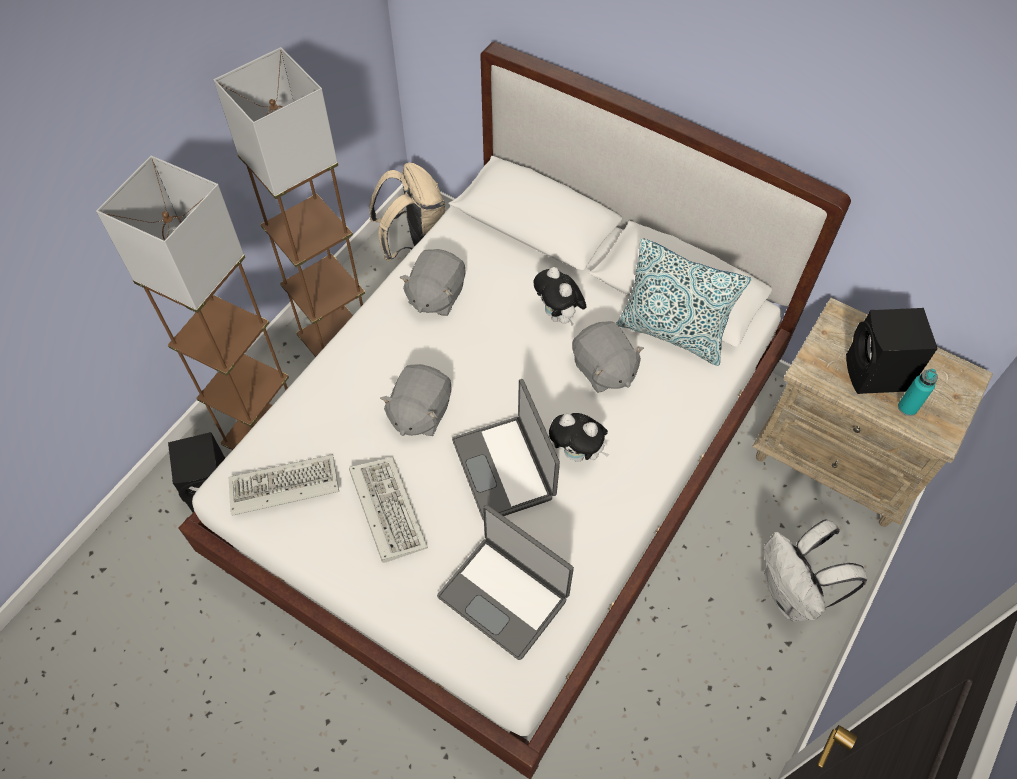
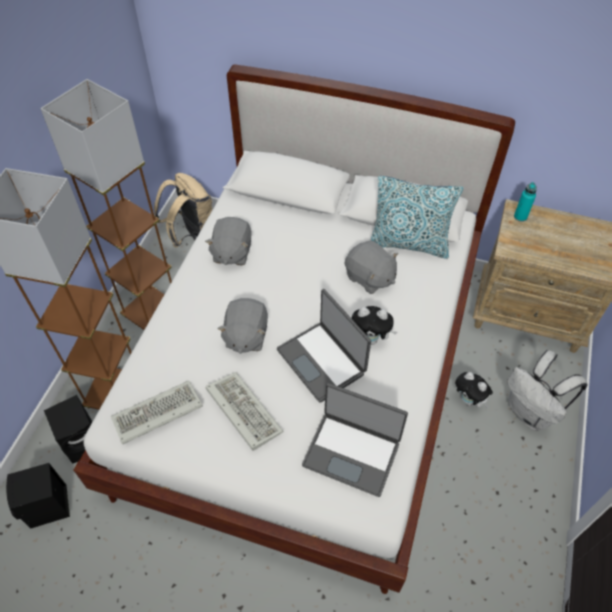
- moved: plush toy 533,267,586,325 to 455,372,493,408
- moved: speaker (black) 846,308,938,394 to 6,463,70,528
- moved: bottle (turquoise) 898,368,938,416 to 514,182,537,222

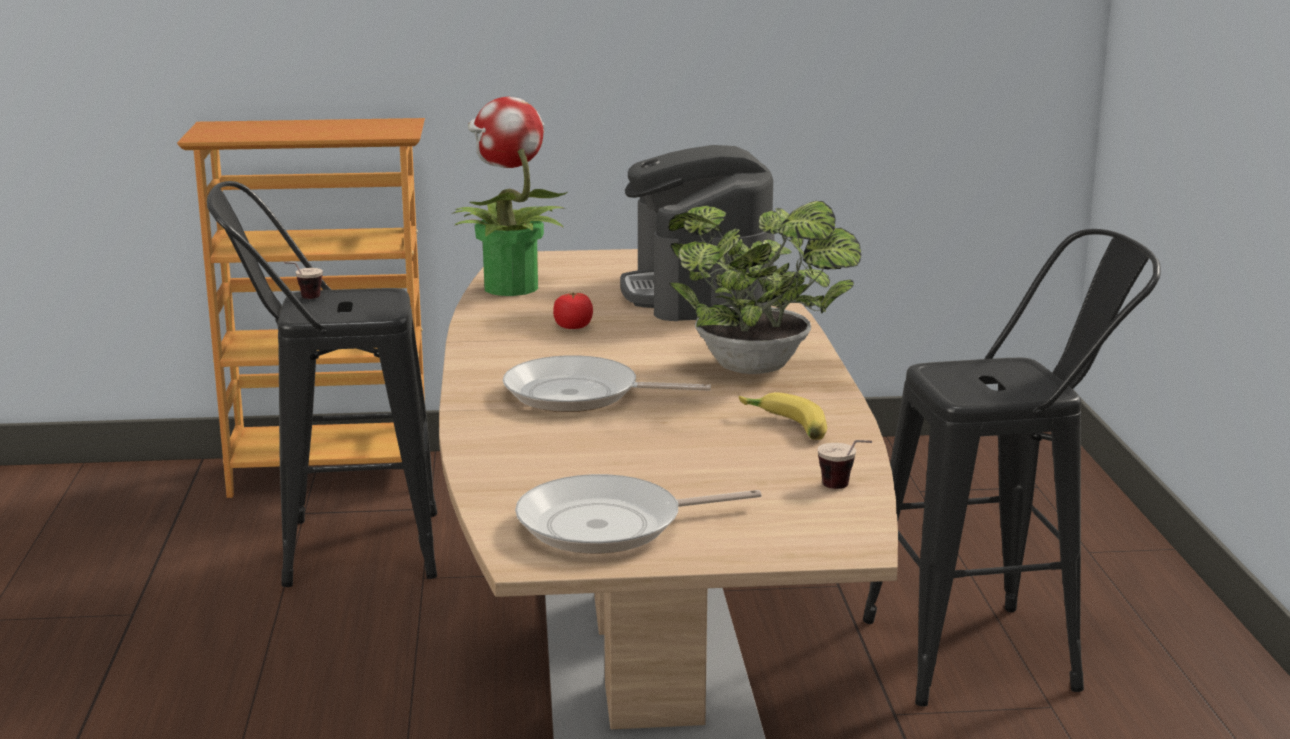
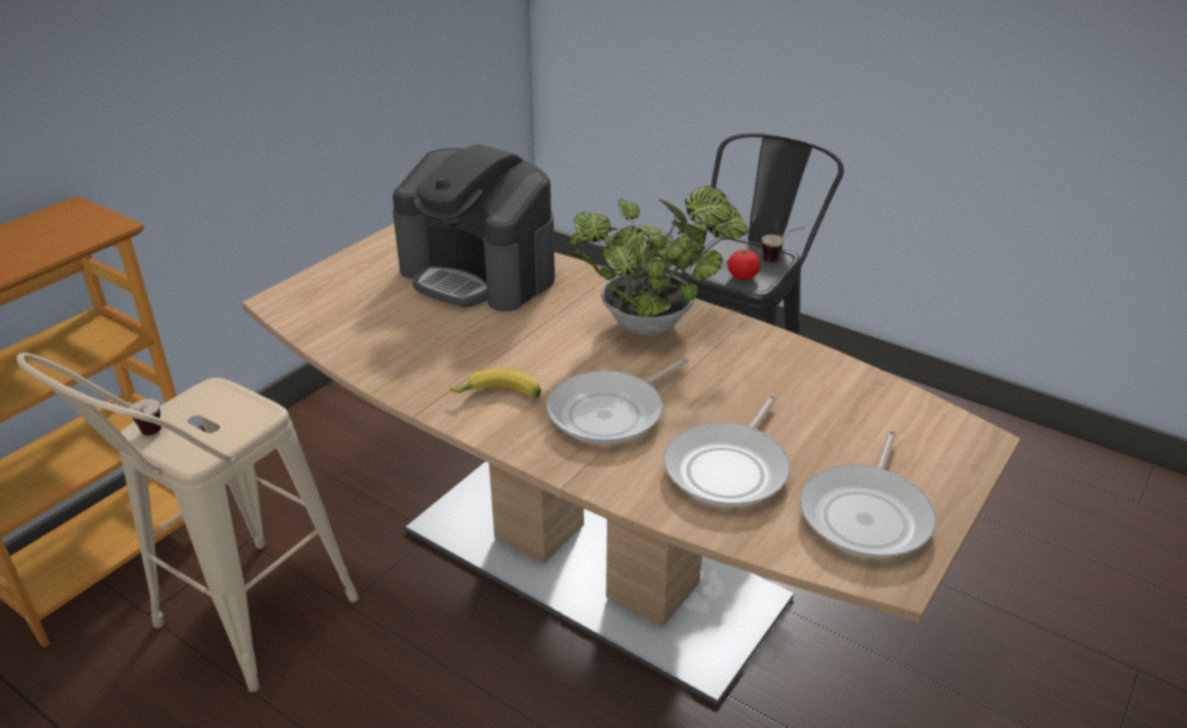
- removed: potted plant 452,96,567,296
- added: frying pan 664,394,790,507
- moved: tomato 553,293,593,329 to 728,250,760,280
- moved: banana 739,392,827,440 to 450,368,541,398
- moved: cup 818,440,872,489 to 762,227,805,262
- recoloured: stool (black) 207,181,437,587 to stool (beige) 16,352,359,692

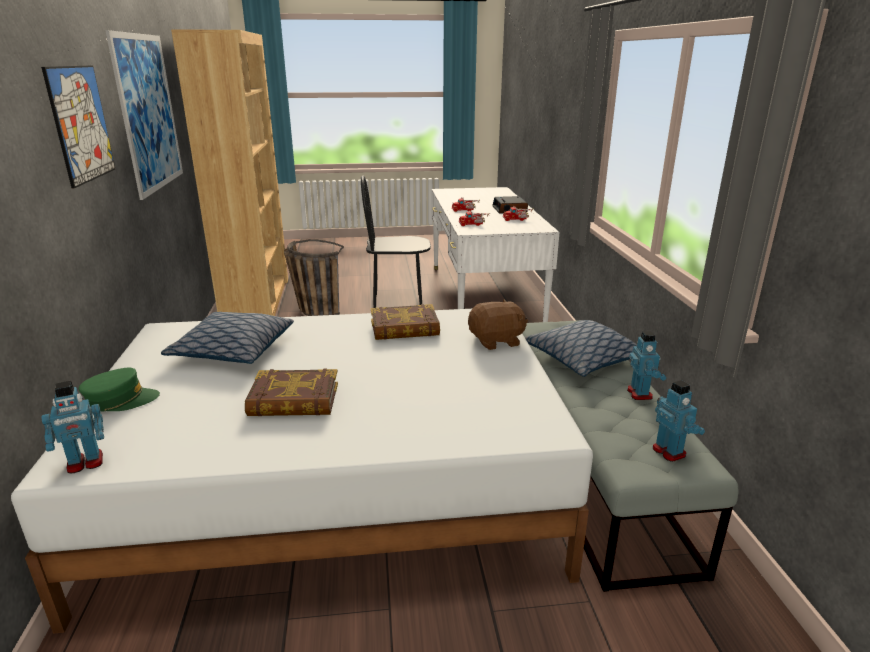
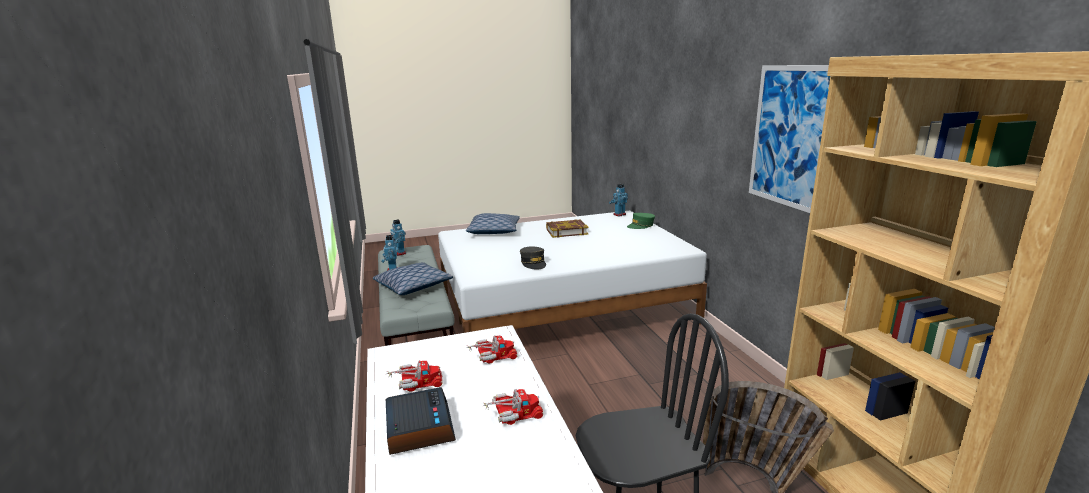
- removed: picture 41,65,115,188
- removed: plush toy (brown) 468,299,528,350
- moved: pillow 161,312,294,364 to 466,213,520,234
- replaced: book 371,304,440,340 to cap (grey) 520,246,546,270

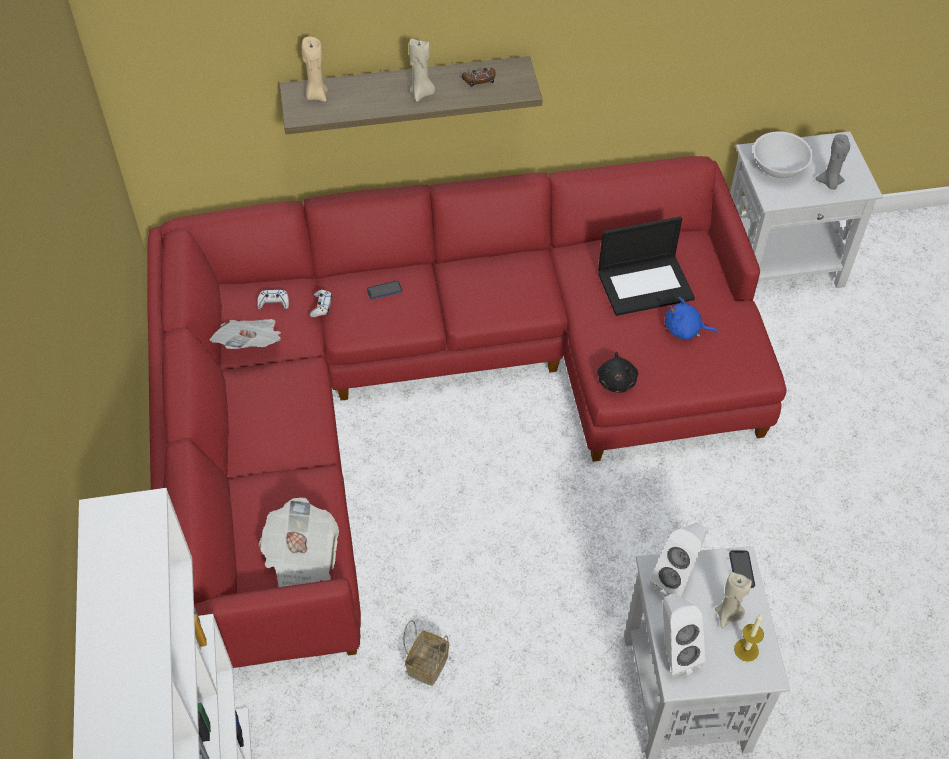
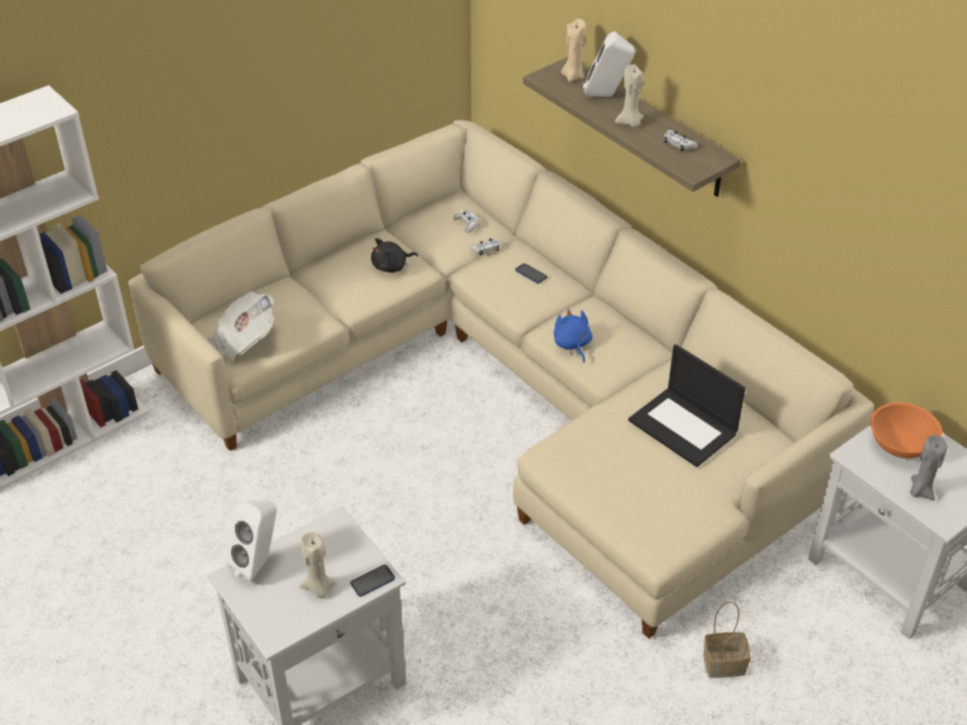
- removed: newspaper 209,319,281,349
- removed: candle 734,615,764,662
- moved: basket 403,620,449,686 to 703,601,751,678
- moved: plush toy (black) 597,352,638,393 to 371,238,418,273
- moved: speaker (white) 650,523,707,597 to 583,32,635,97
- moved: plush toy (blue) 665,297,717,340 to 554,309,592,363
- recoloured: sofa (red) 147,156,787,668 to sofa (beige) 128,120,874,639
- recoloured: game controller (brown) 462,68,495,87 to game controller (white) 664,130,698,152
- recoloured: bowl (white) 753,132,813,178 to bowl (orange) 870,402,942,458

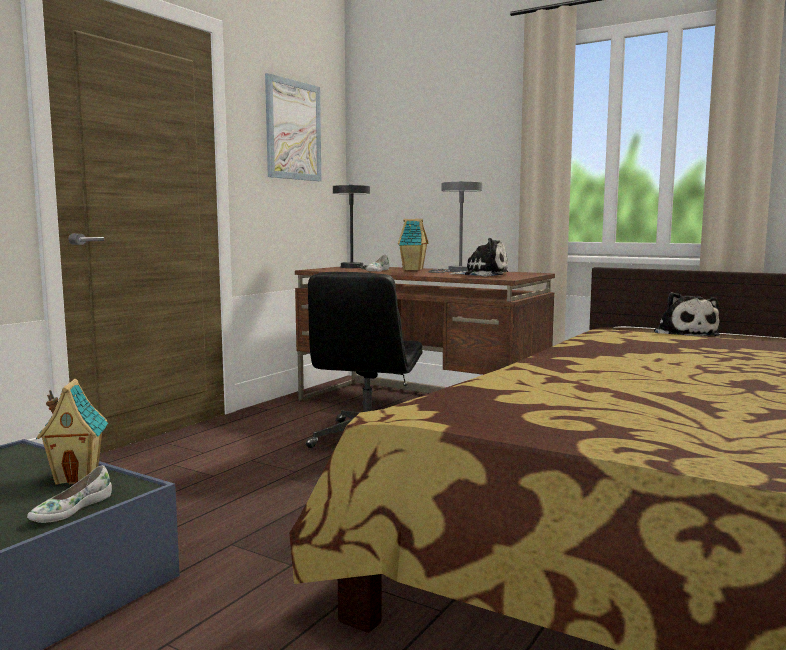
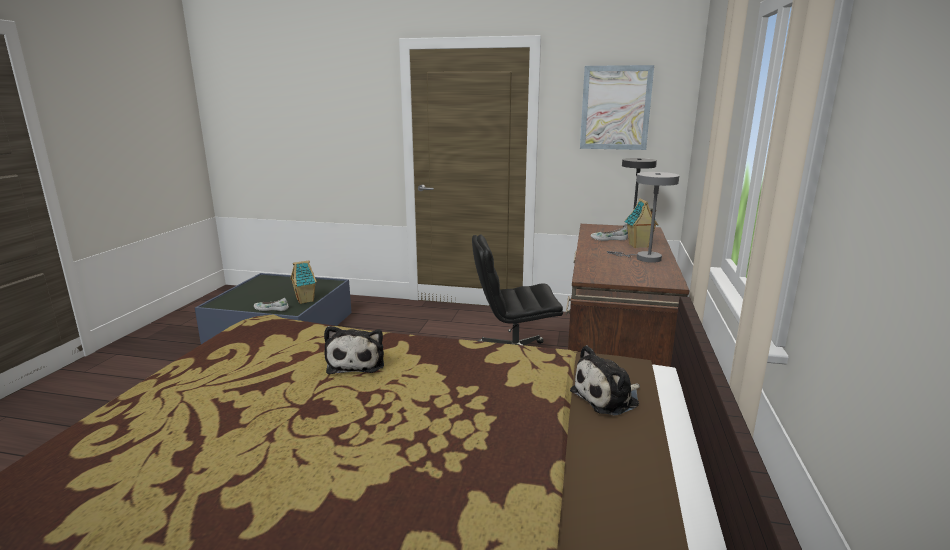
- moved: plush toy 449,238,508,276 to 324,326,384,374

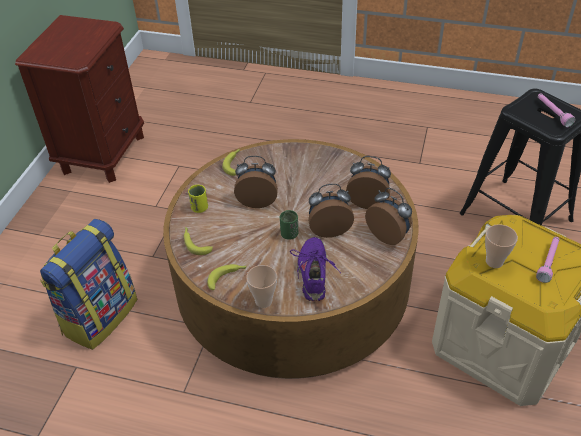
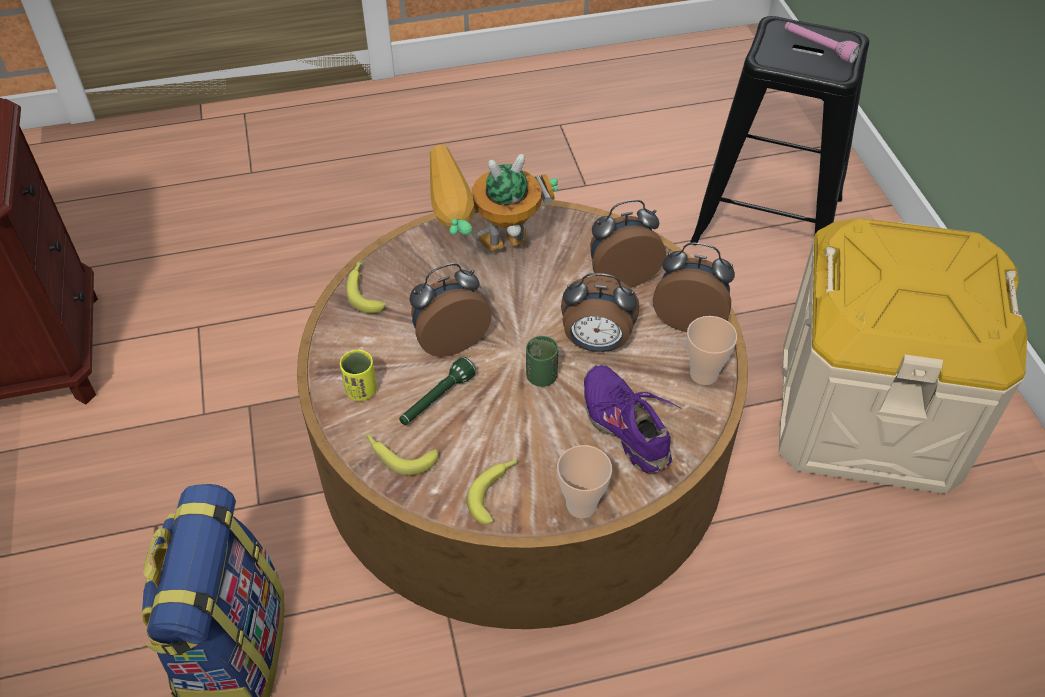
- removed: flashlight (pink) 536,237,559,283
- added: flashlight (green) 399,356,476,425
- added: toy robot 429,145,558,251
- moved: cup 485,224,518,268 to 687,316,737,385
- turned: alarm clock 308,184,354,238 = 561,273,639,352 135 degrees counterclockwise

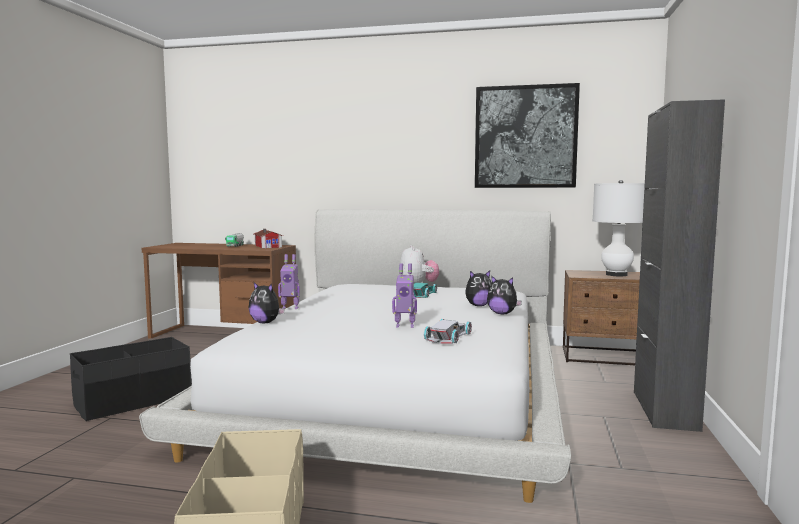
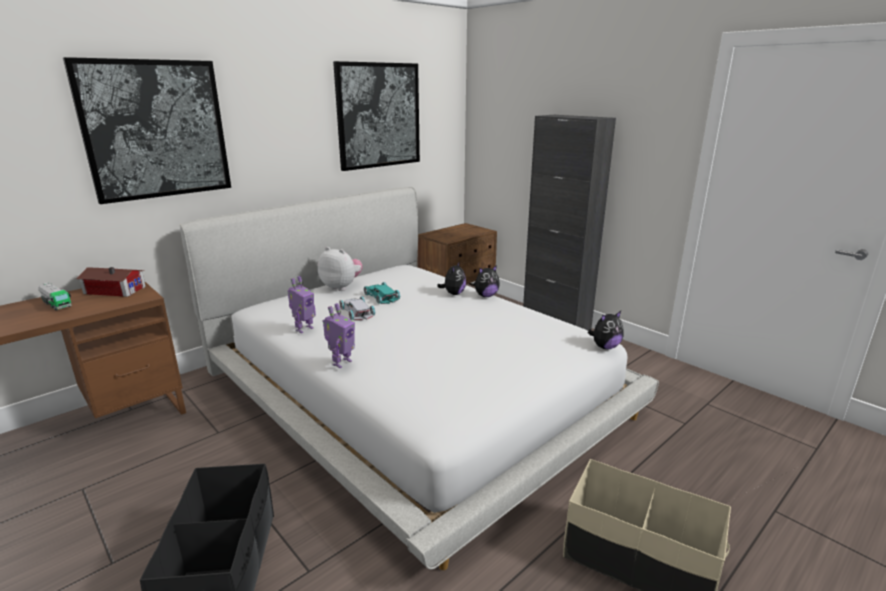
- removed: table lamp (white) 593,180,645,276
- added: picture 63,57,231,204
- moved: plush toy 249,282,285,323 to 588,311,624,350
- moved: toy robot 392,263,417,328 to 287,276,316,333
- moved: toy car (white) 424,319,472,344 to 339,296,375,321

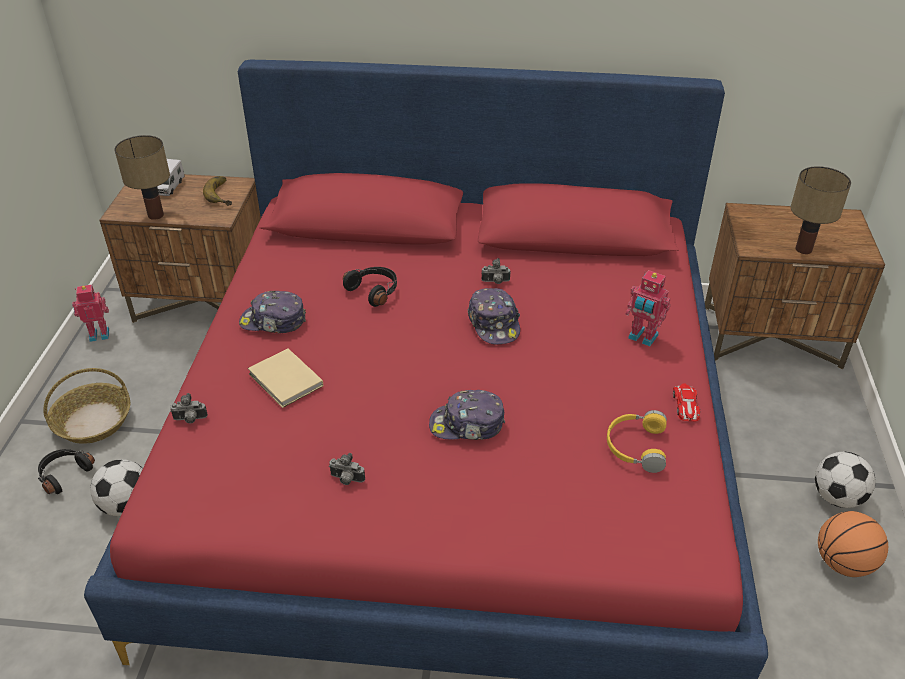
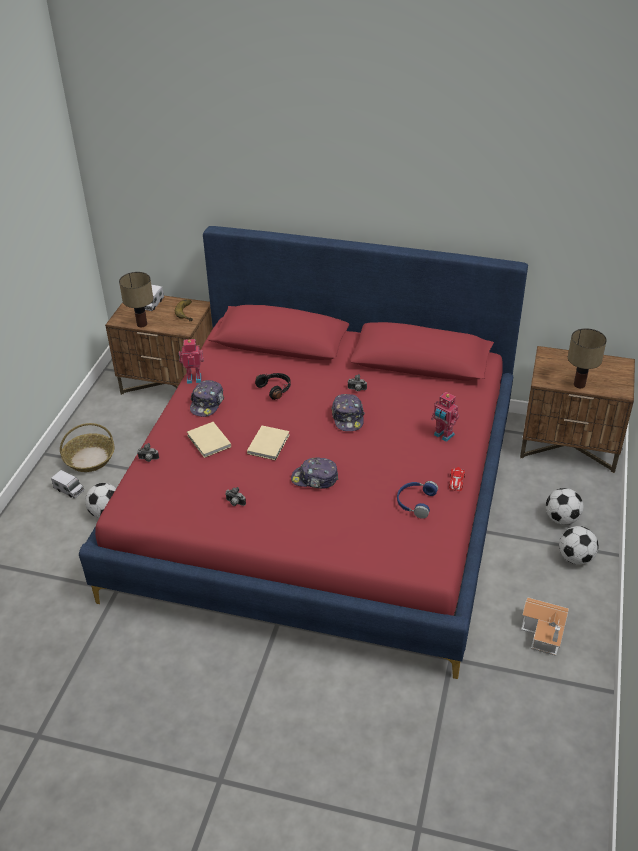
- removed: basketball 818,511,888,577
- added: book (beige) 247,426,289,460
- added: toy house 521,597,569,656
- added: football 546,488,583,525
- moved: toy robot 72,285,109,342 to 179,339,204,384
- replaced: headphones (black) 38,449,95,494 to toy truck 51,470,84,498
- recoloured: headphones (yellow) 607,410,667,473 to headphones (blue) 397,481,438,519
- turned: cap 239,291,306,333 = 190,380,224,417 90 degrees counterclockwise

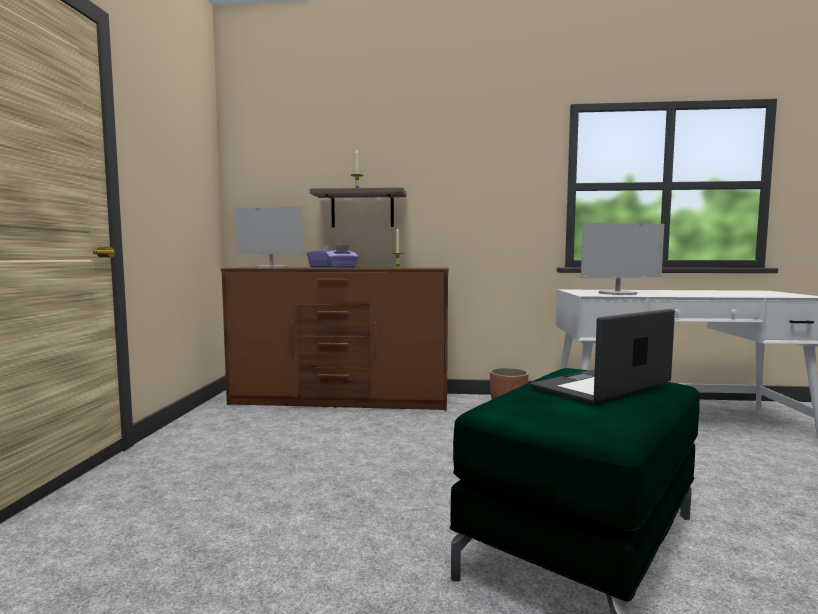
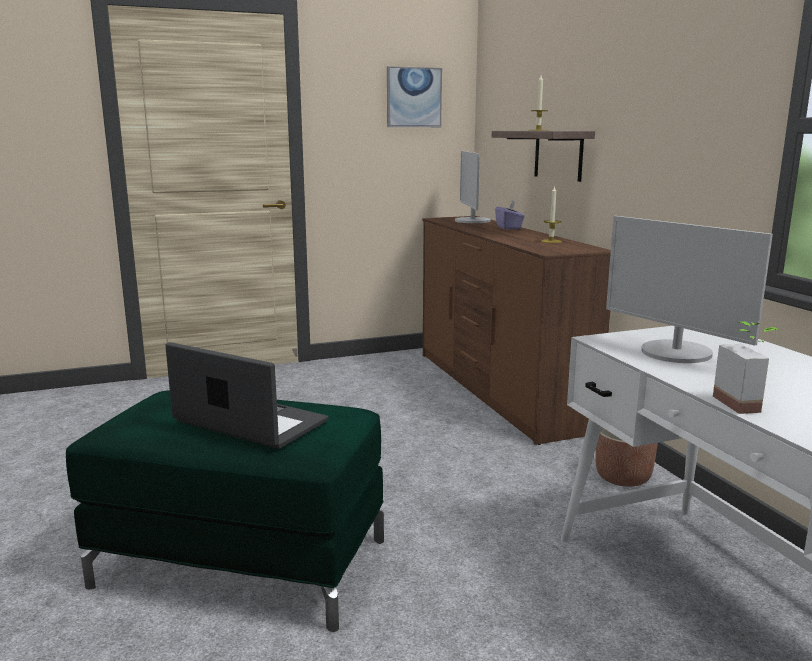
- removed: tissue box (purple) 326,245,358,268
- added: picture 387,66,442,127
- added: potted plant 713,321,780,414

